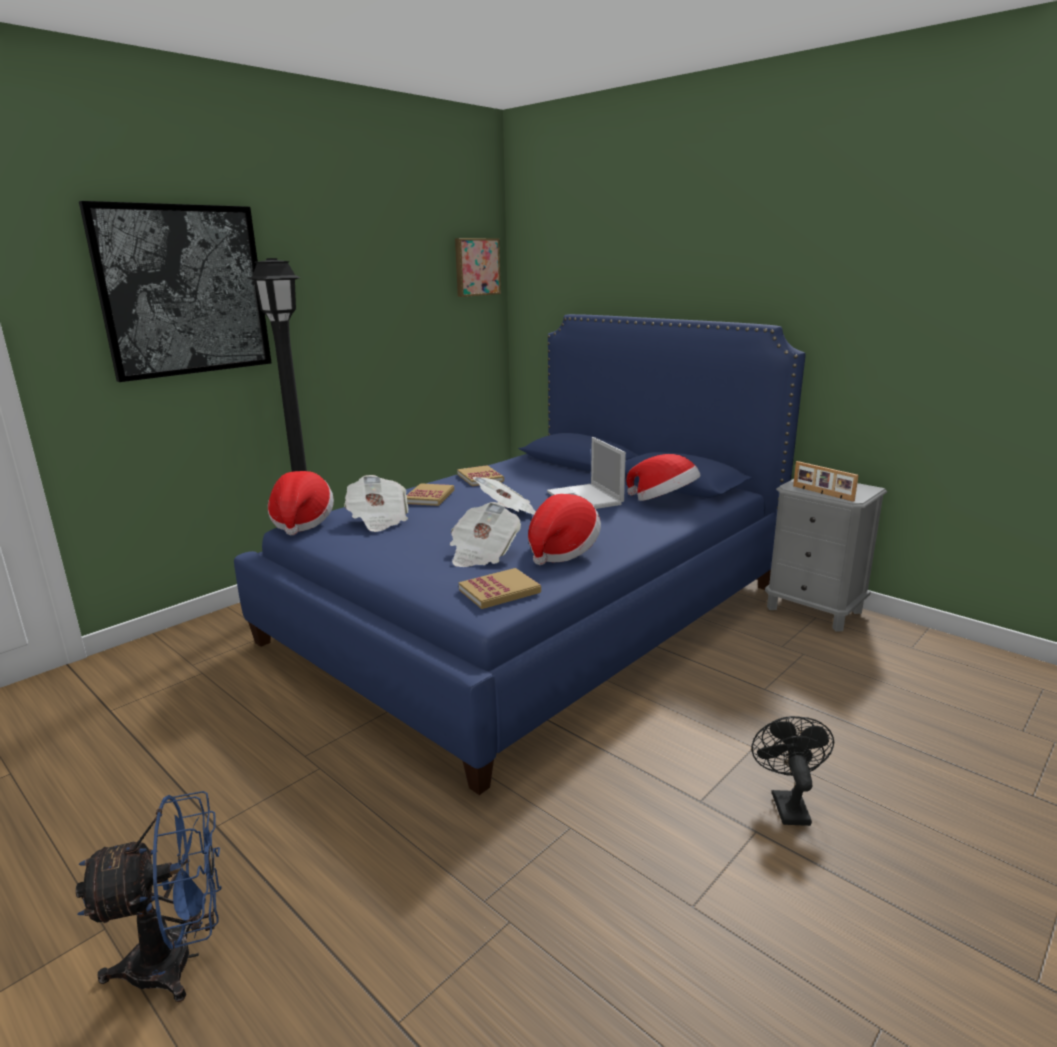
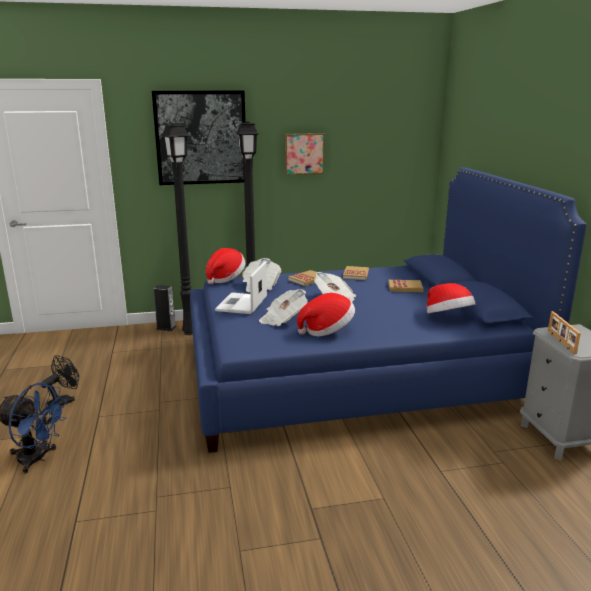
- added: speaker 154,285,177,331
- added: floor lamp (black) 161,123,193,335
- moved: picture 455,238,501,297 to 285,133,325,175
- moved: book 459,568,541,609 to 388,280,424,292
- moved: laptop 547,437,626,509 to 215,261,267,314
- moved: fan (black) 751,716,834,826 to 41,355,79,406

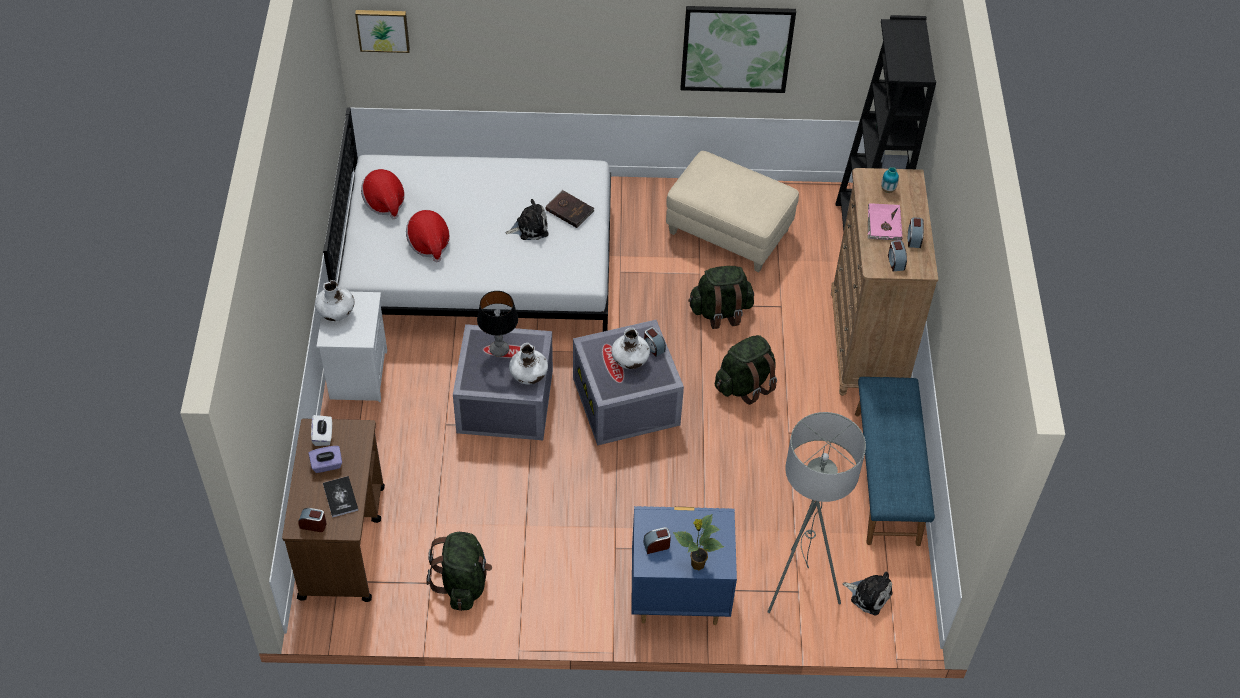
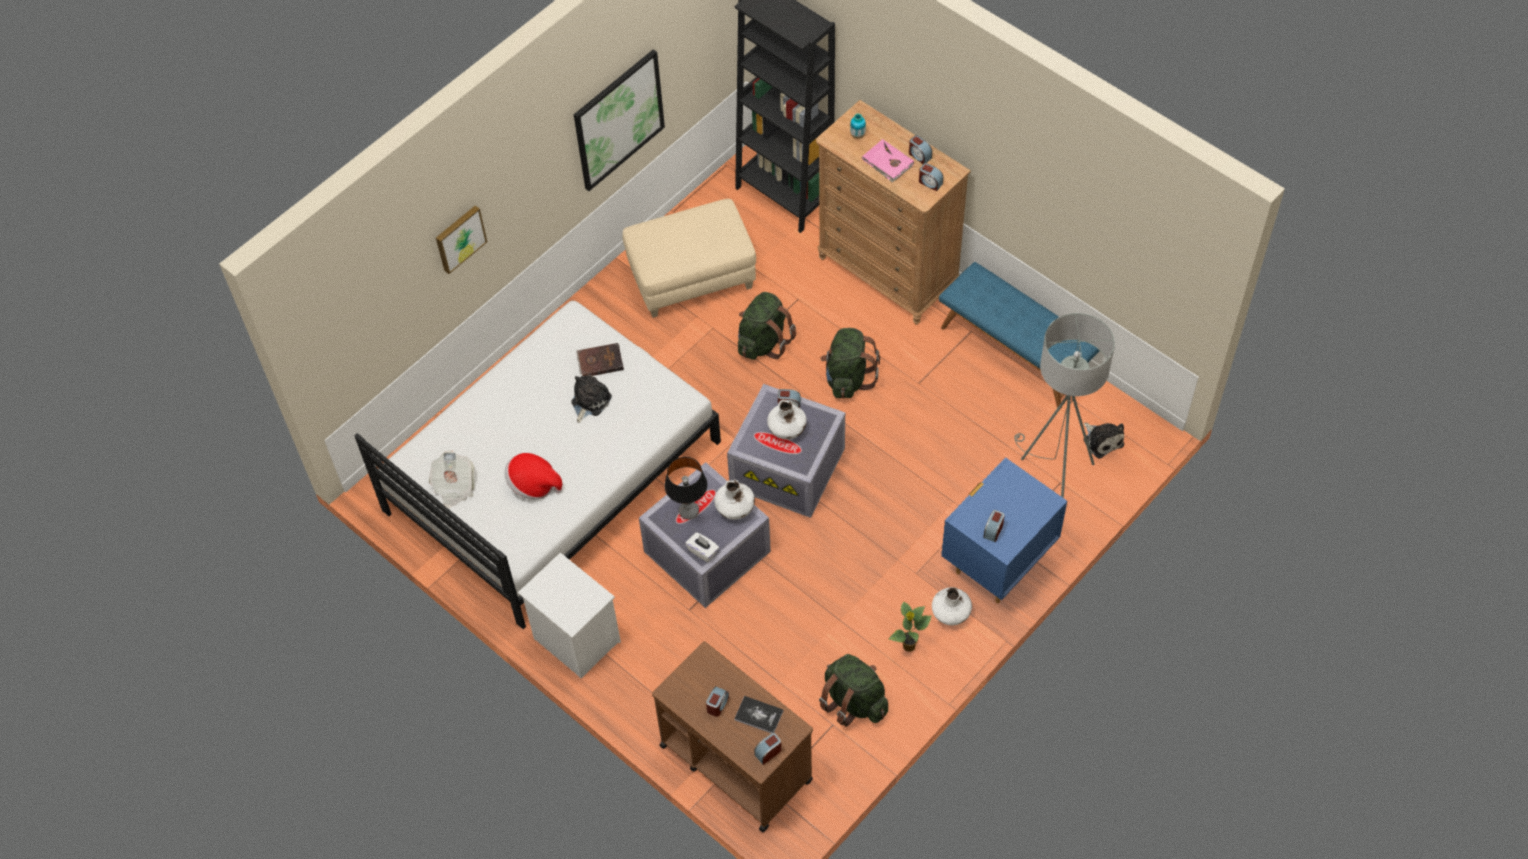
- moved: tissue box (white) 311,415,332,446 to 685,532,719,562
- moved: vase (white) 315,280,354,321 to 932,587,972,625
- moved: picture 355,10,410,53 to 436,205,487,274
- moved: potted plant 673,514,724,570 to 889,601,932,652
- replaced: tissue box (purple) 309,446,342,473 to alarm clock 706,686,729,717
- replaced: hat 361,169,405,219 to newspaper 429,450,475,508
- turned: plush toy 843,571,893,615 = 1083,423,1124,459 75 degrees clockwise

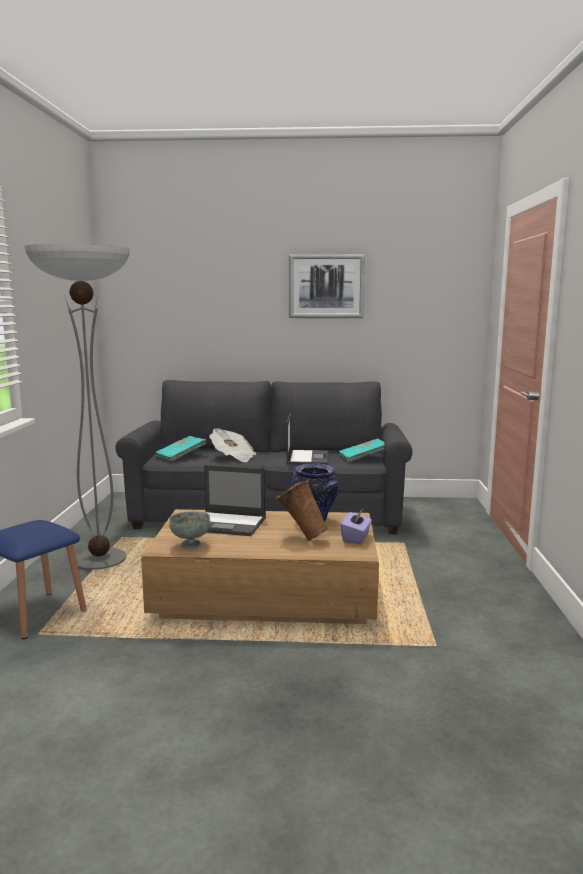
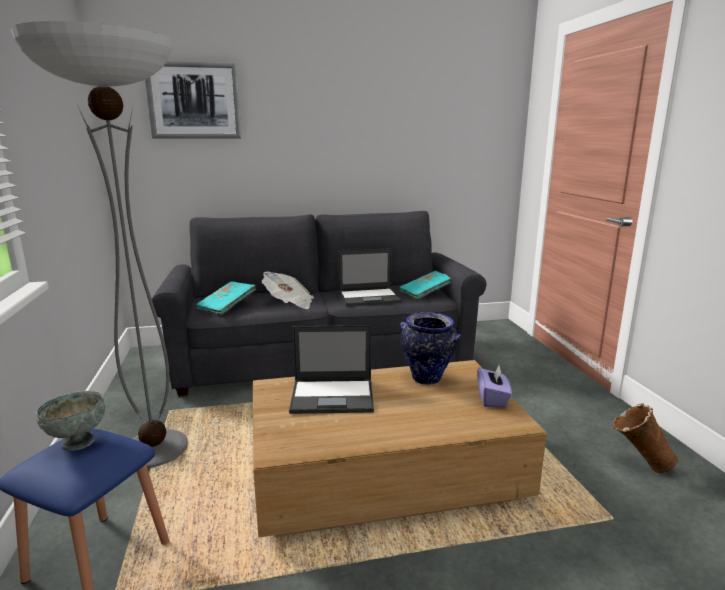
- moved: bowl (grey) 169,511,210,549 to 36,391,105,451
- moved: vase (brown) 276,481,328,542 to 612,403,678,473
- moved: picture 289,254,365,318 to 145,61,241,139
- turned: laptop 286,413,328,465 = 338,248,402,306 90 degrees clockwise

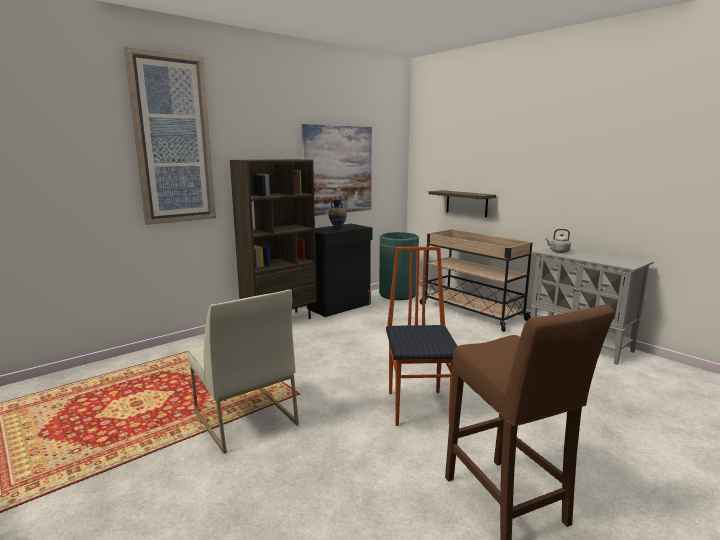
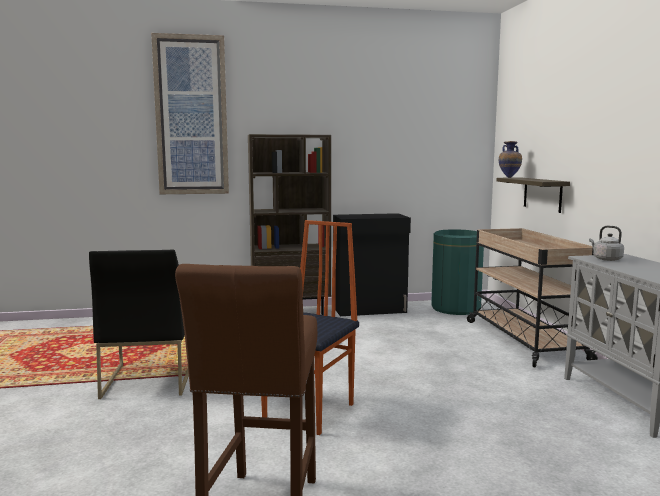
- removed: picture 301,124,372,216
- moved: vase 328,199,347,229 to 499,141,522,178
- recoloured: chair (white) 187,290,299,454 to chair (black) 89,250,189,399

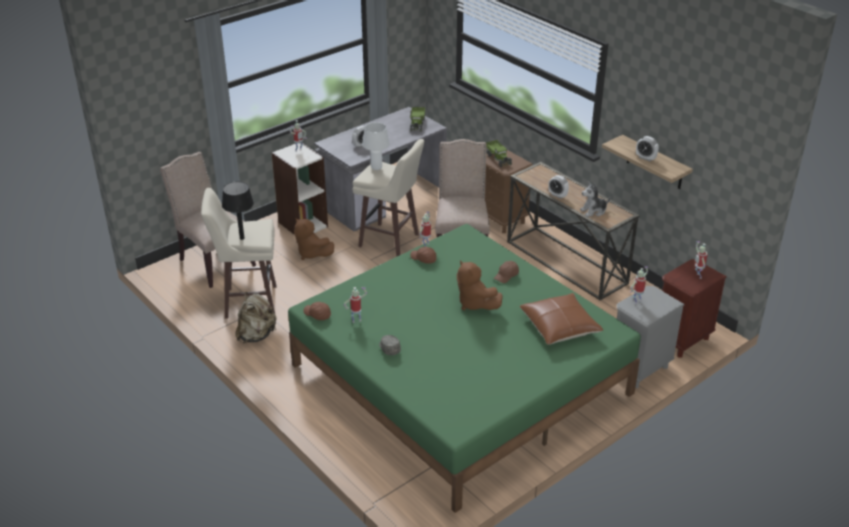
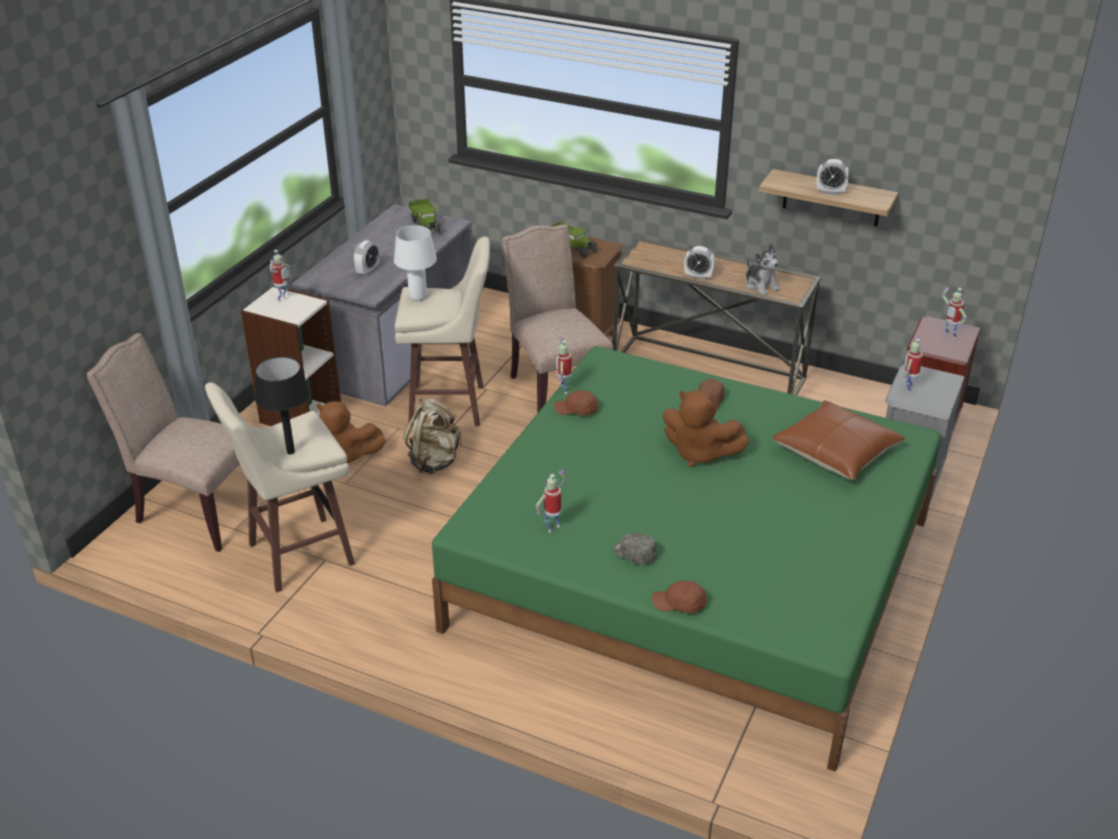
- moved: backpack (beige) 235,292,276,343 to 404,399,462,474
- moved: cap (brown) 303,302,331,320 to 652,581,707,613
- turned: plush toy 580,182,611,217 = 745,243,780,296 75 degrees counterclockwise

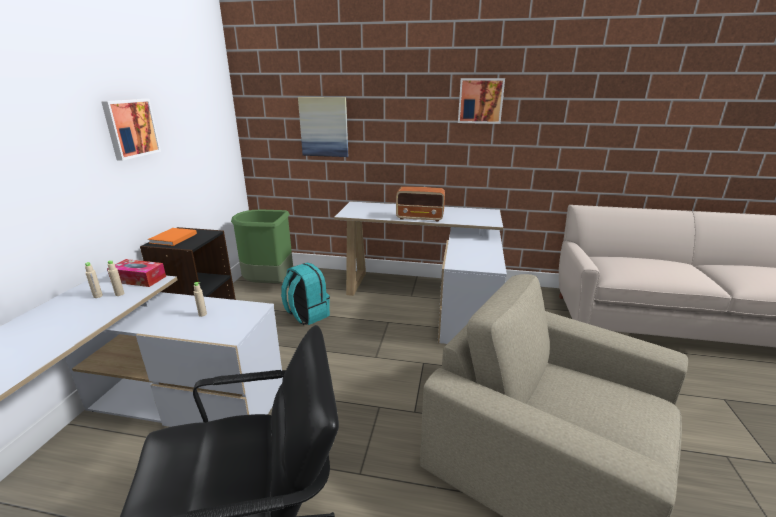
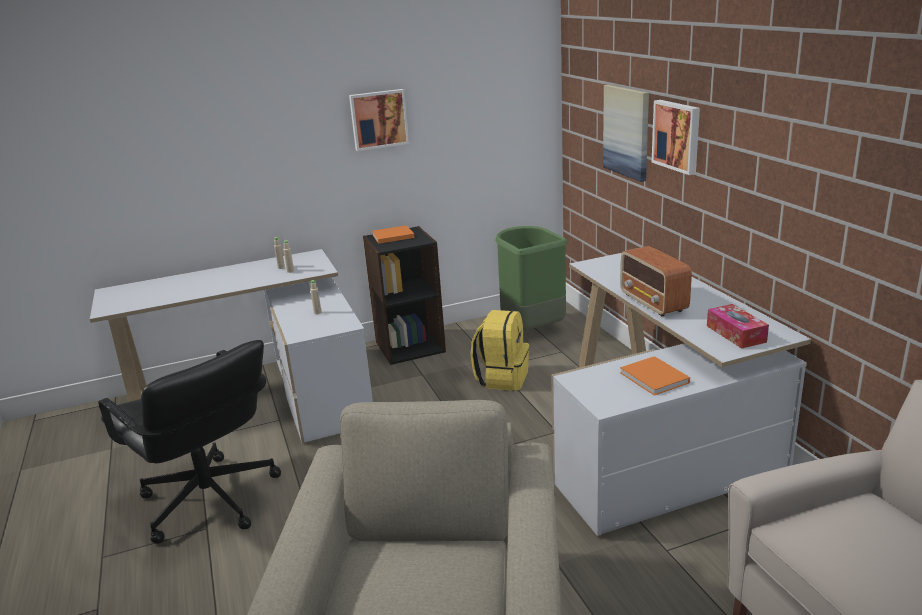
- added: book (orange) 620,356,690,396
- moved: tissue box 107,259,166,287 to 707,304,769,349
- moved: picture 458,78,505,124 to 652,100,700,175
- recoloured: backpack (turquoise) 281,263,330,325 to backpack (yellow) 471,310,529,391

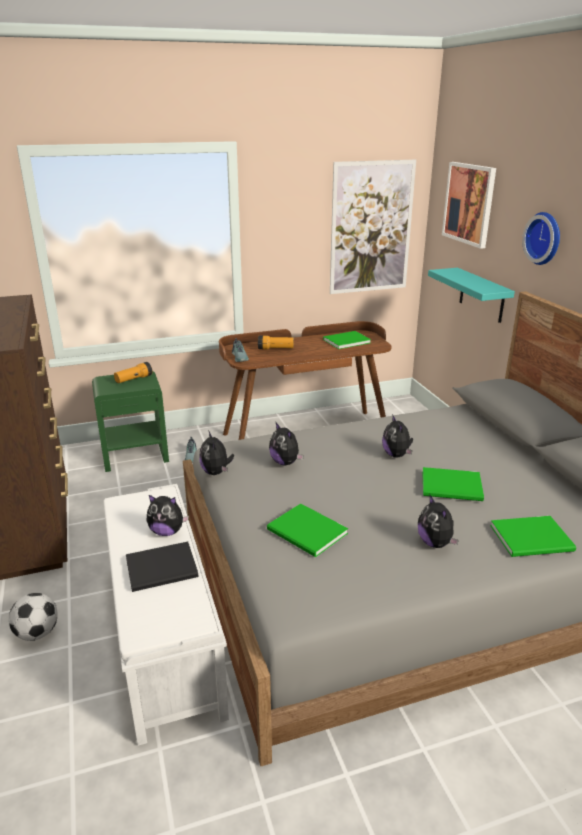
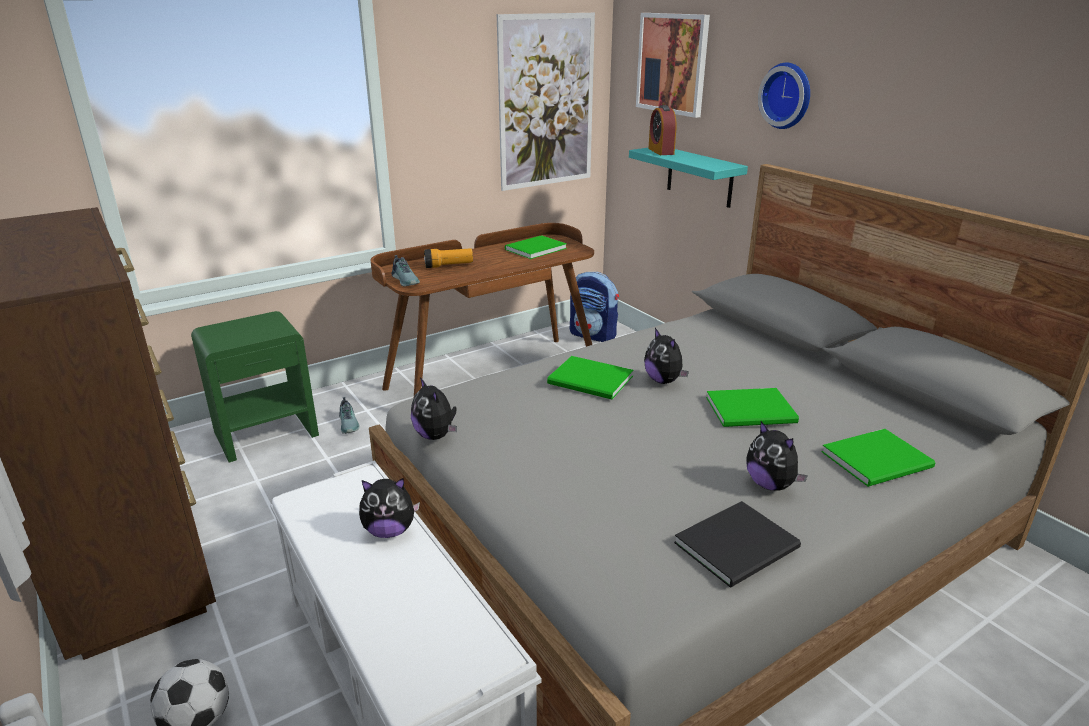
- removed: flashlight 114,362,152,383
- removed: plush toy 269,423,304,465
- added: backpack 570,272,619,342
- added: alarm clock 648,105,677,155
- moved: book (black) 126,542,199,592 to 674,501,801,588
- moved: book (green) 267,503,348,557 to 547,356,633,399

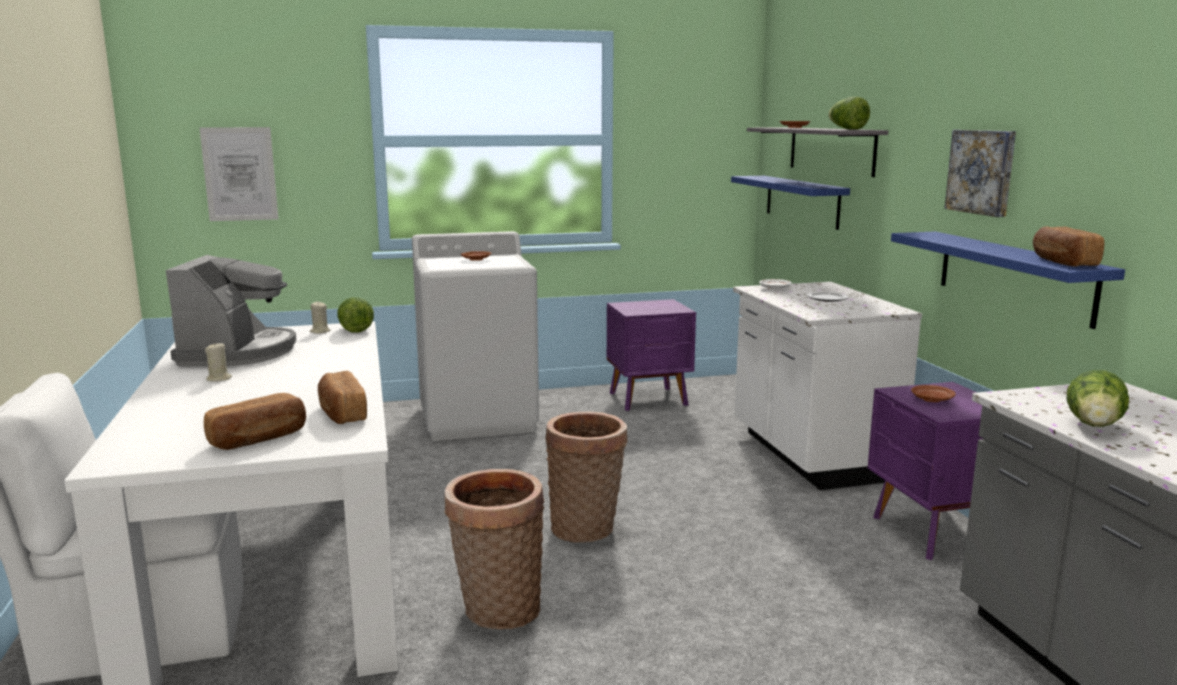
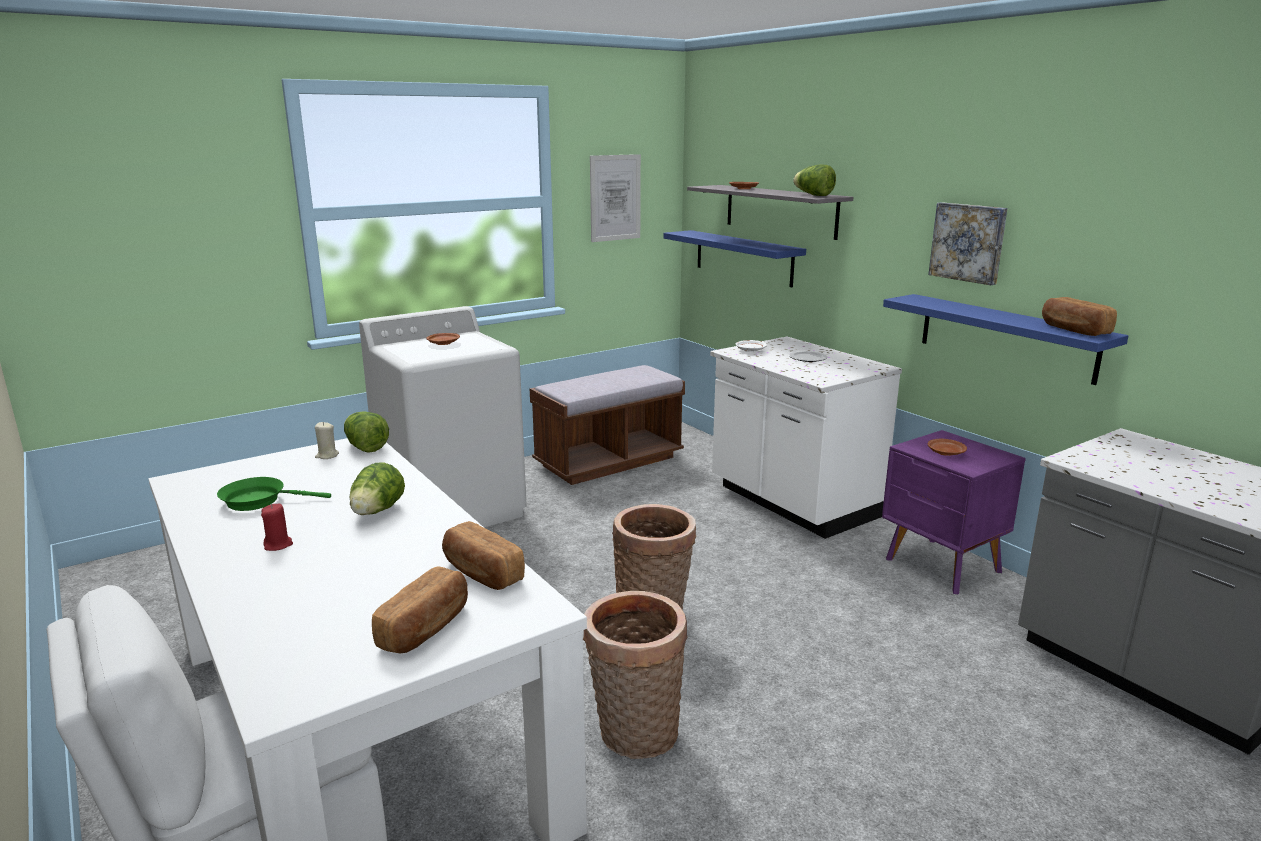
- moved: picture 200,127,278,221 to 590,154,641,242
- moved: lettuce 1067,370,1129,427 to 349,462,405,515
- replaced: coffee machine 166,255,296,366 to frying pan (green) 217,477,331,511
- replaced: nightstand (purple) 607,299,696,411 to bench (brown) 530,365,685,485
- recoloured: candle (beige) 205,343,232,382 to candle (red) 261,504,293,551

